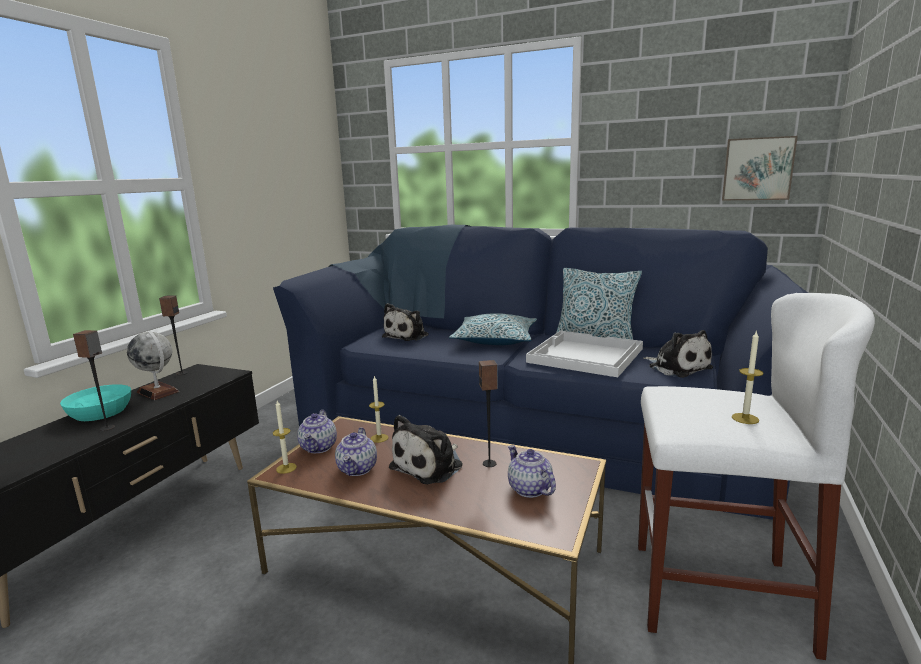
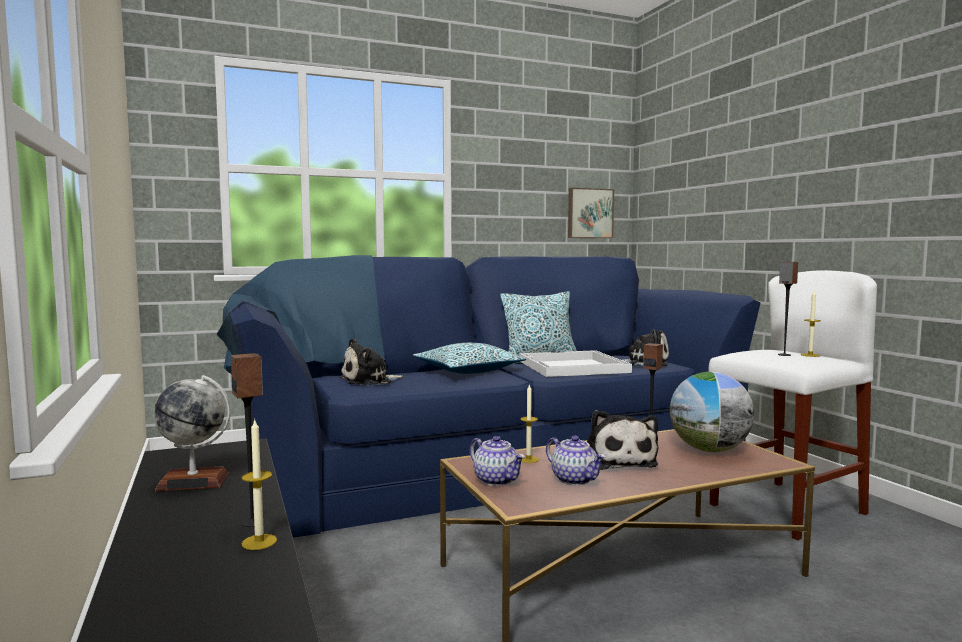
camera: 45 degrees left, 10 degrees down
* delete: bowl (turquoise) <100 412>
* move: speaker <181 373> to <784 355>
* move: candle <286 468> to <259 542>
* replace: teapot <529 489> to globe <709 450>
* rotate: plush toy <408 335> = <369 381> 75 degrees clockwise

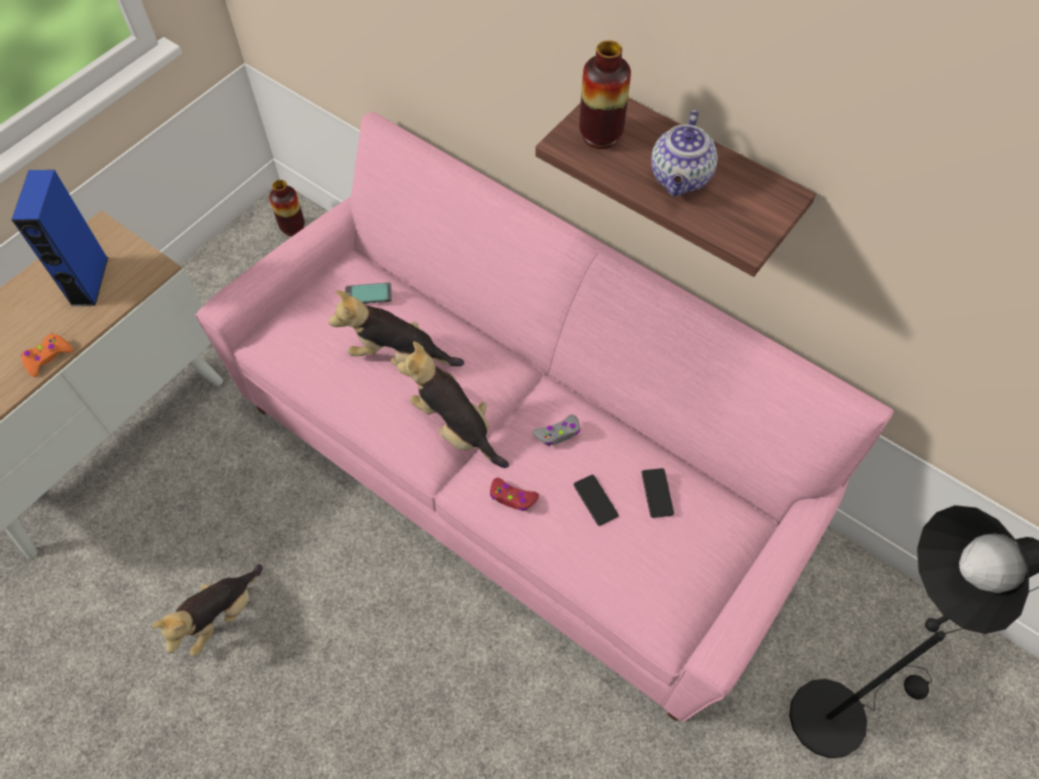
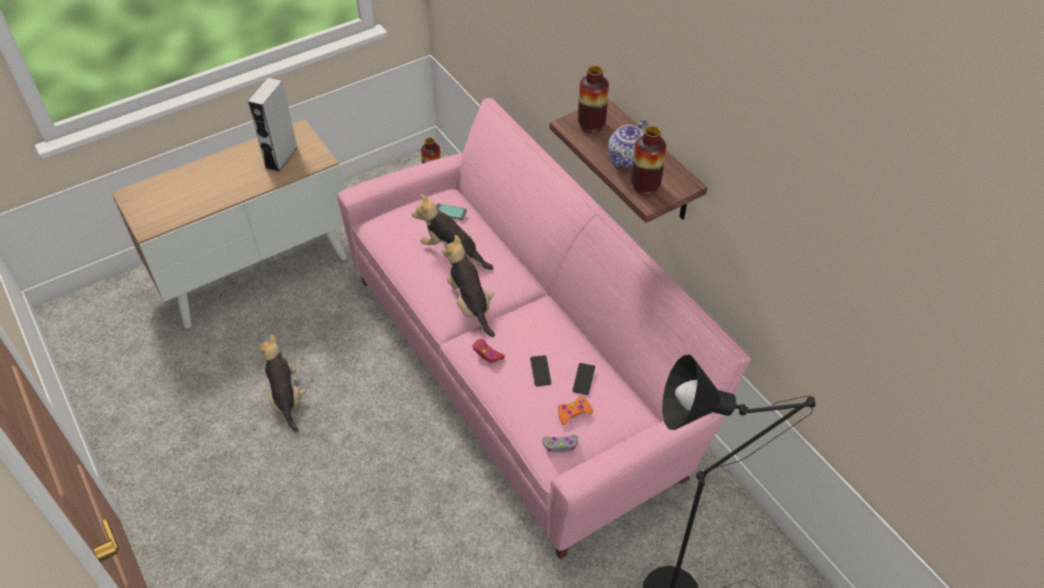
camera: 20 degrees right, 10 degrees down
* insert: vase <645 186>
* move: game controller (orange) <47 357> to <573 413>
* move: game controller (grey) <558 433> to <560 445>
* recolor: speaker (blue) <89 281> to speaker (grey) <281 157>
* rotate: plush toy <220 616> = <286 398> 105 degrees clockwise

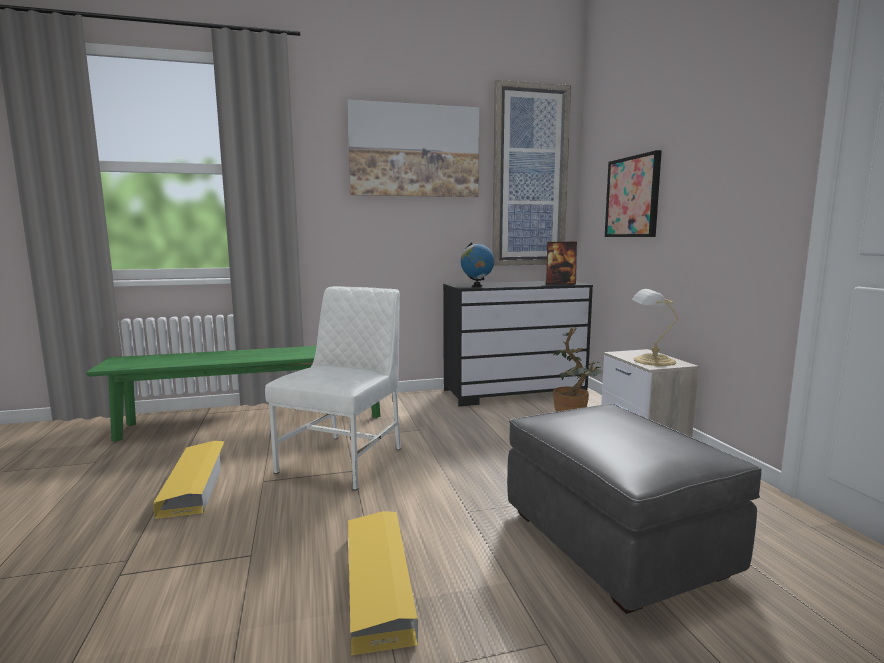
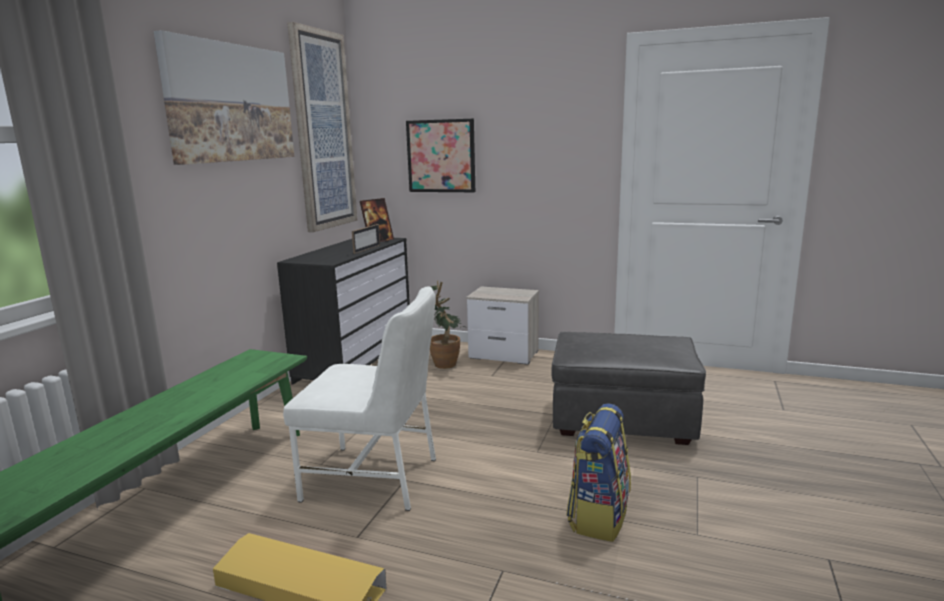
camera: 55 degrees left, 5 degrees up
* delete: globe <477 286>
* delete: table lamp <652 361>
* insert: picture frame <367 249>
* replace: storage box (yellow) <378 583> to backpack <598 515>
* rotate: chair (white) <344 459> = <374 478> 135 degrees clockwise

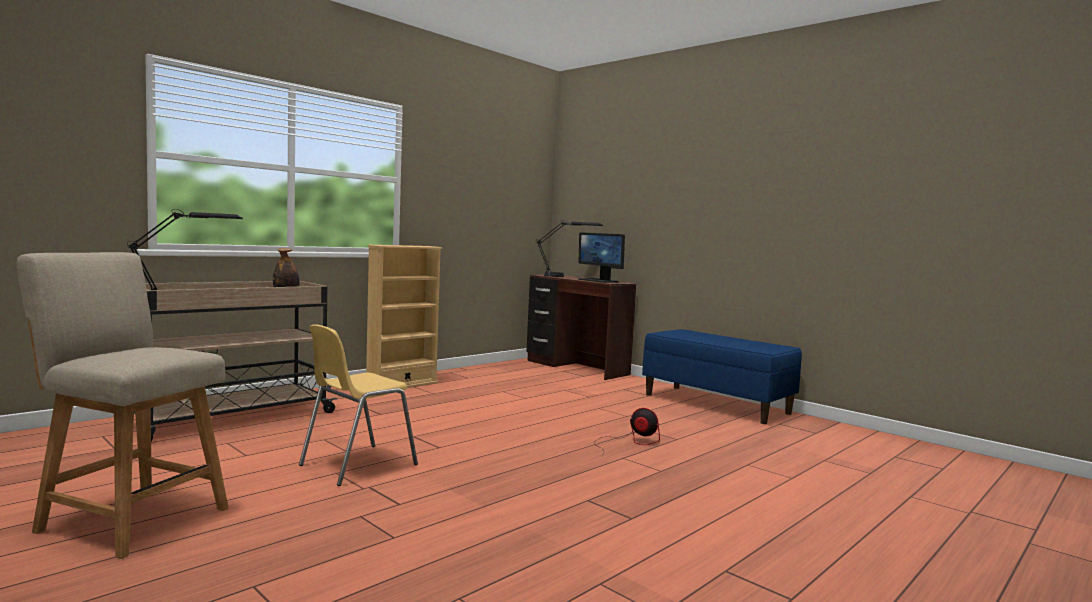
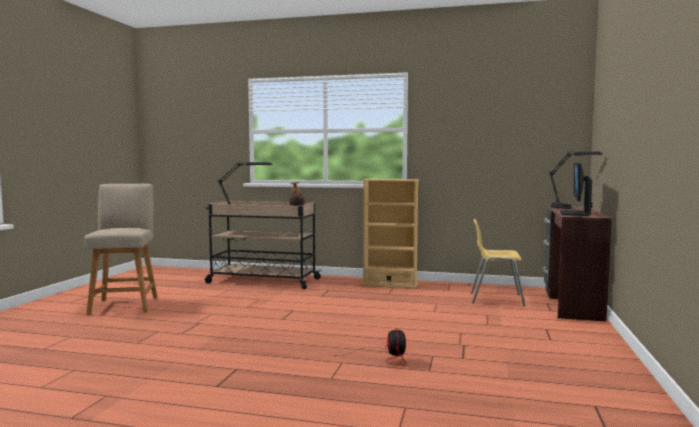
camera: 60 degrees right, 0 degrees up
* delete: bench (blue) <716 404>
* move: chair (yellow) <356 465> to <495 299>

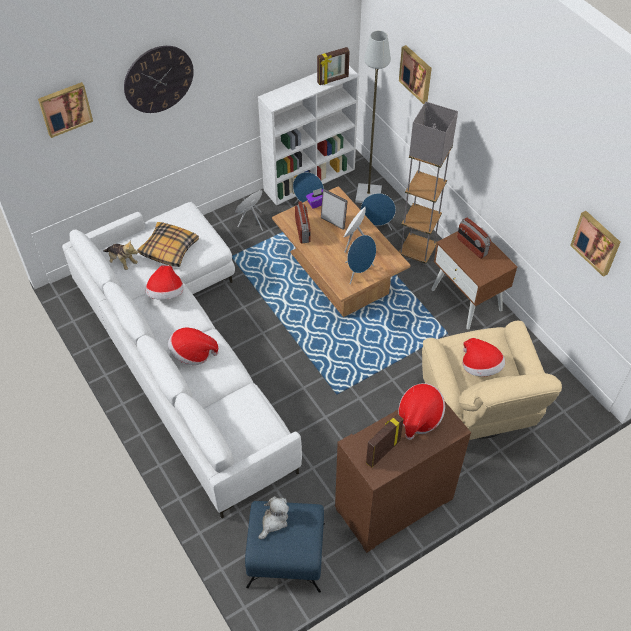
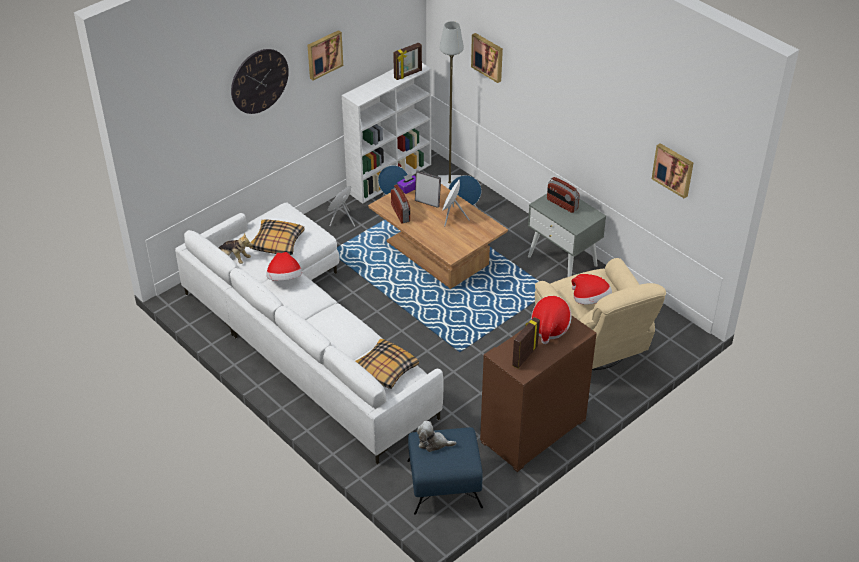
camera: 10 degrees left, 10 degrees down
* delete: hat <192 353>
* delete: speaker (blue) <359 272>
* delete: floor lamp (grey) <417 251>
* insert: pillow <385 369>
* move: picture <65 108> to <324 54>
* recolor: nightstand (brown) <467 300> to nightstand (grey) <563 261>
* rotate: plush toy <274 521> = <433 443> 105 degrees counterclockwise

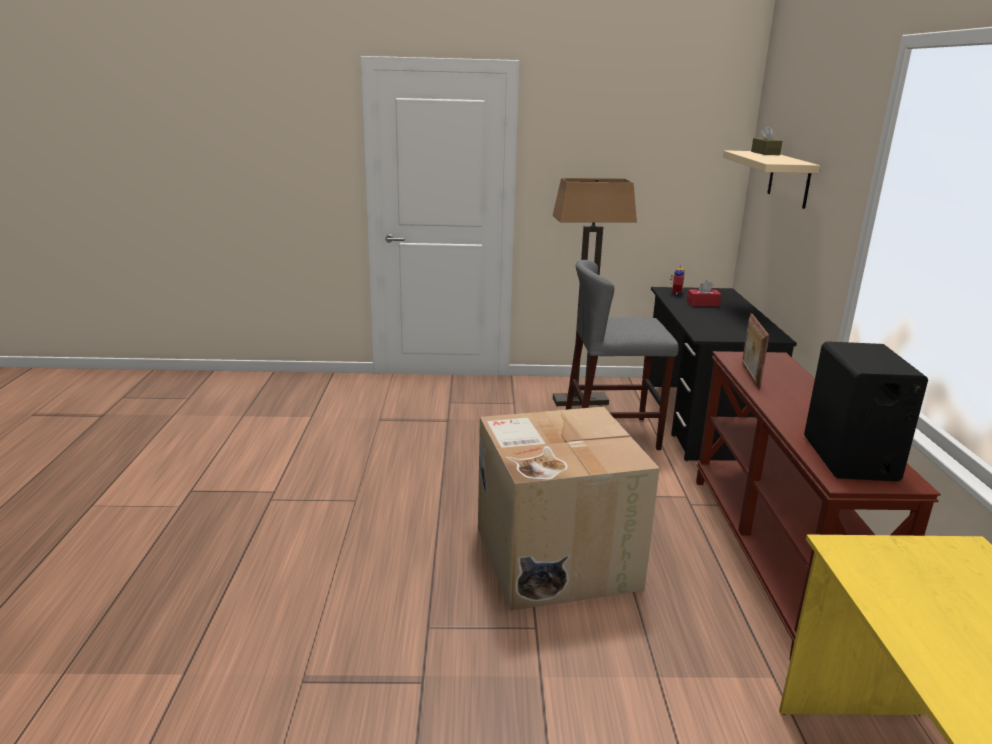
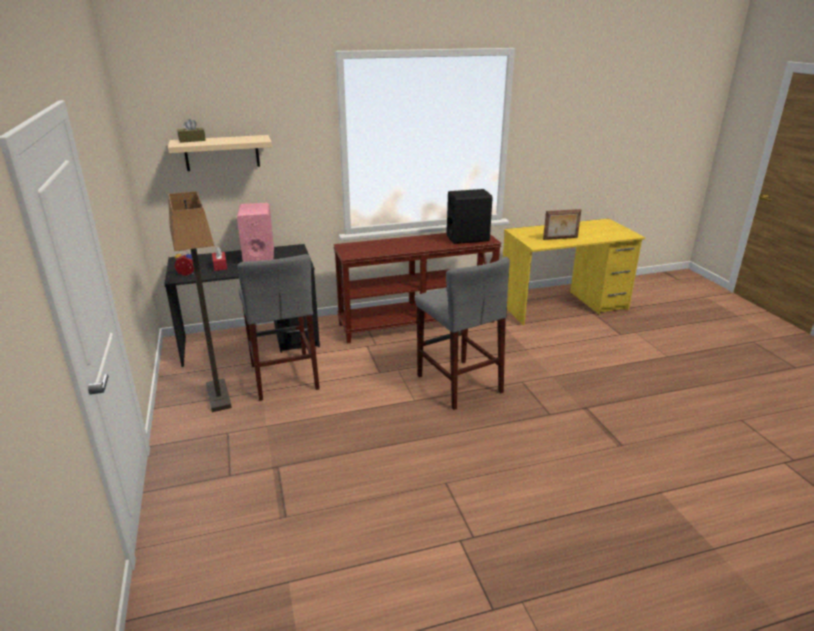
camera: 105 degrees left, 5 degrees up
* insert: speaker (pink) <259 256>
* move: picture frame <749 376> to <560 238>
* replace: cardboard box <553 557> to stool (grey) <459 383>

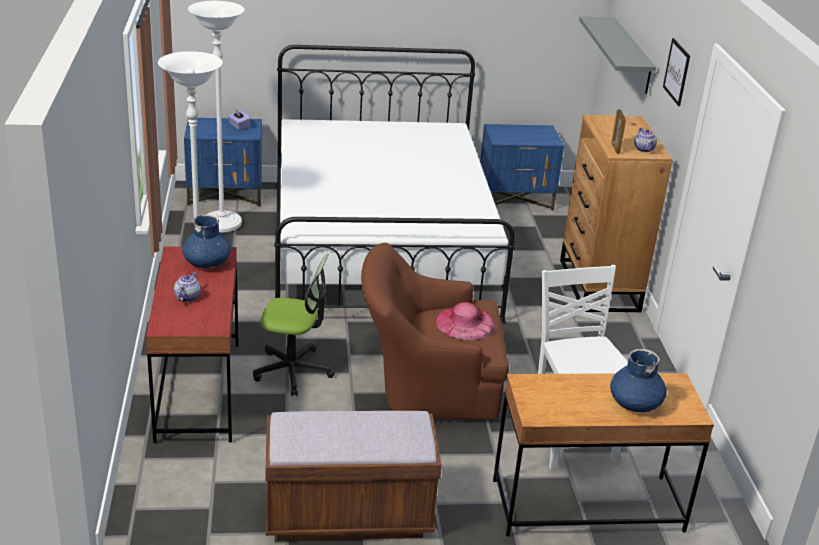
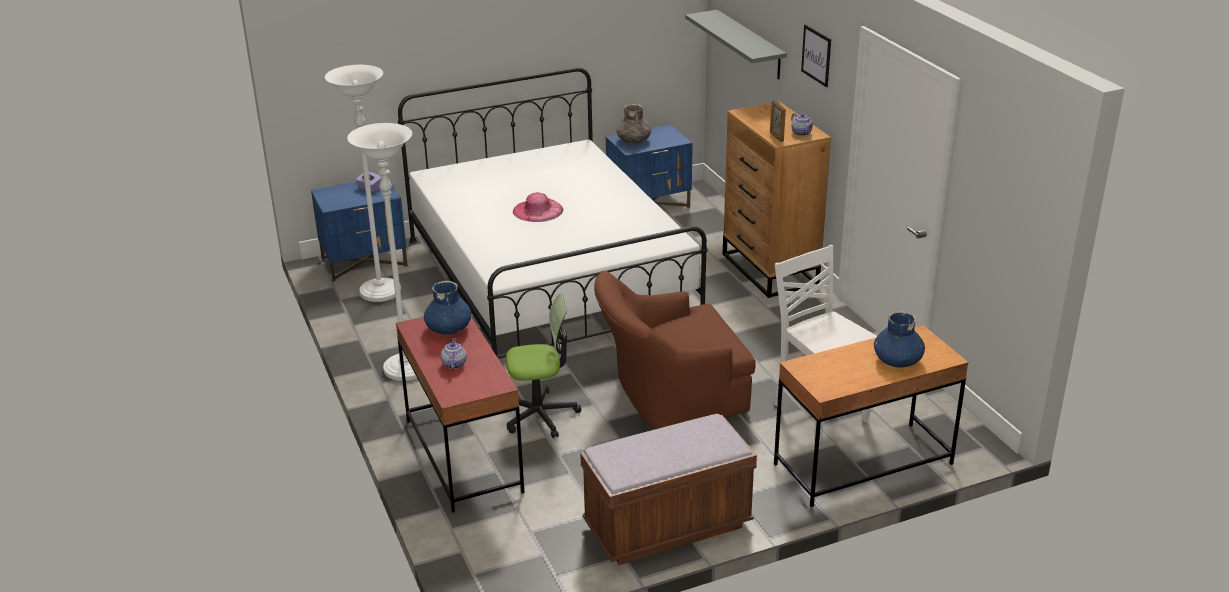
camera: 15 degrees left, 0 degrees up
* insert: vase (grey) <634 140>
* move: hat (pink) <465 323> to <538 210>

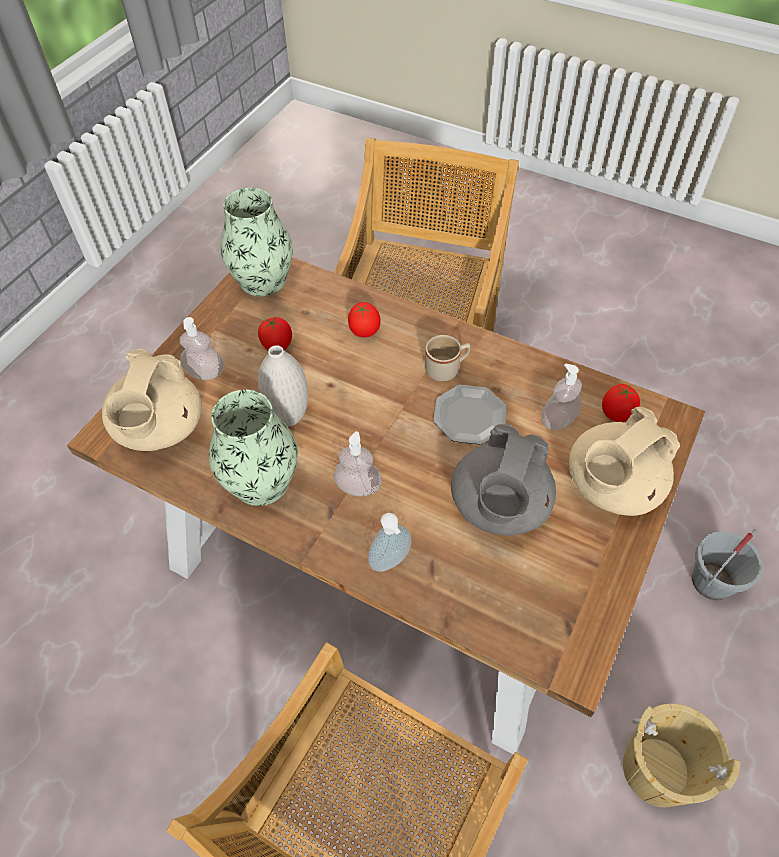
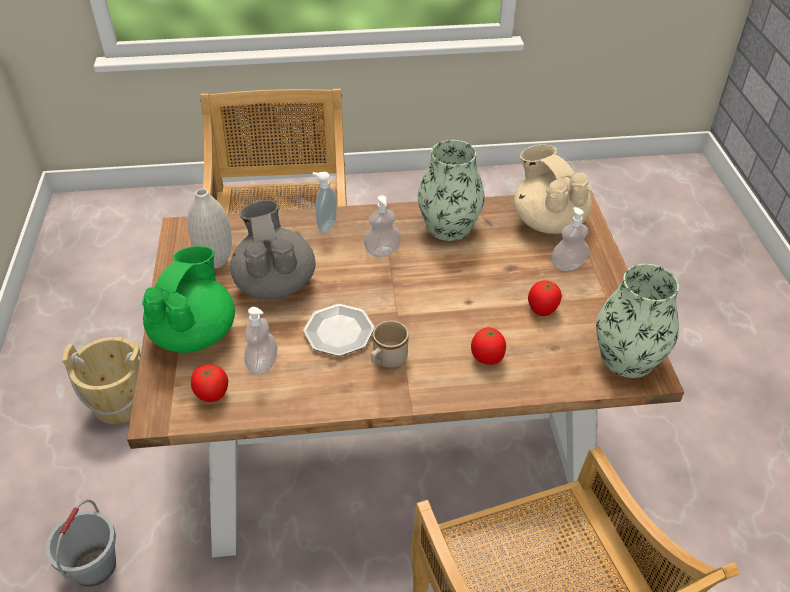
camera: 145 degrees right, 10 degrees down
* move: vase (white) <289 417> to <216 262>
* recolor: teapot (beige) <611 487> to teapot (green) <195 333>

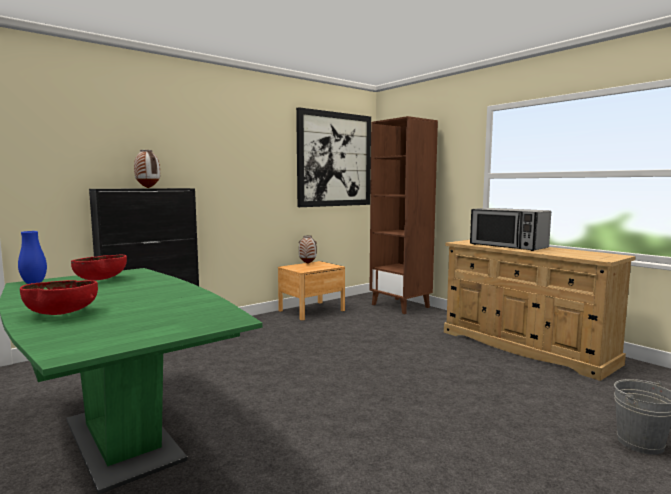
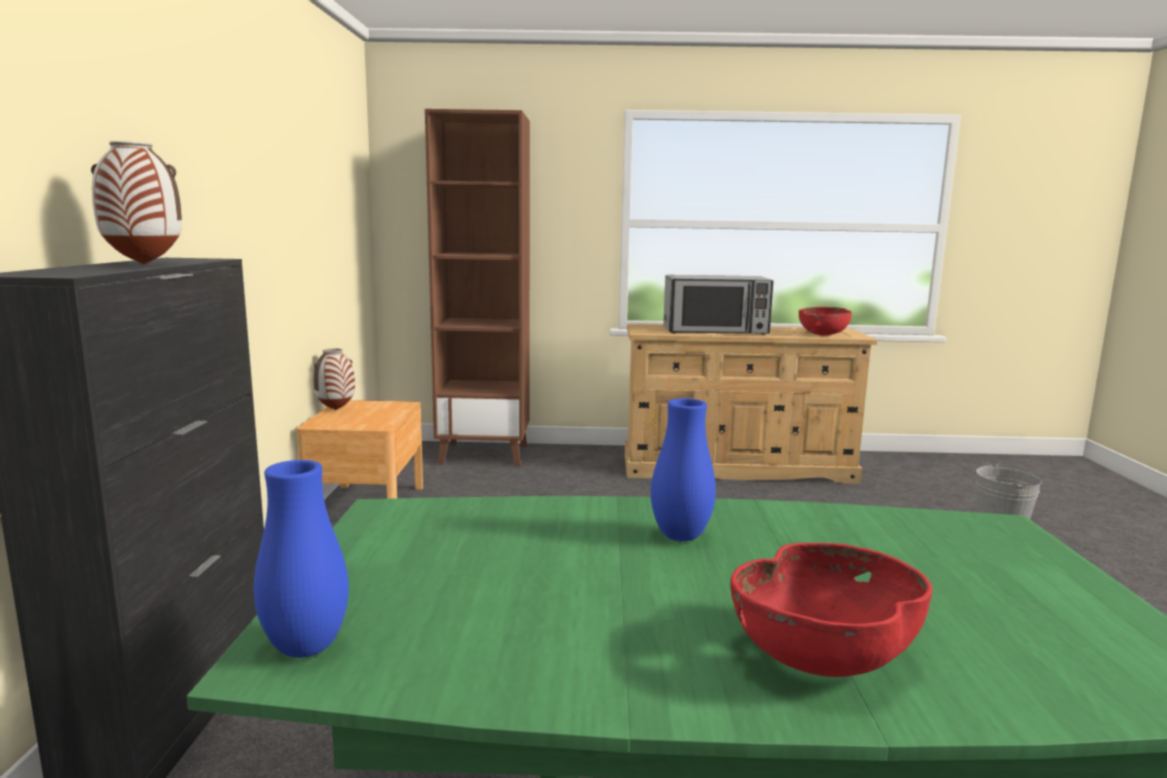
camera: 50 degrees left, 5 degrees up
* delete: picture <334 159>
* insert: vase (blue) <680 536>
* move: bowl (red) <101 279> to <823 334>

